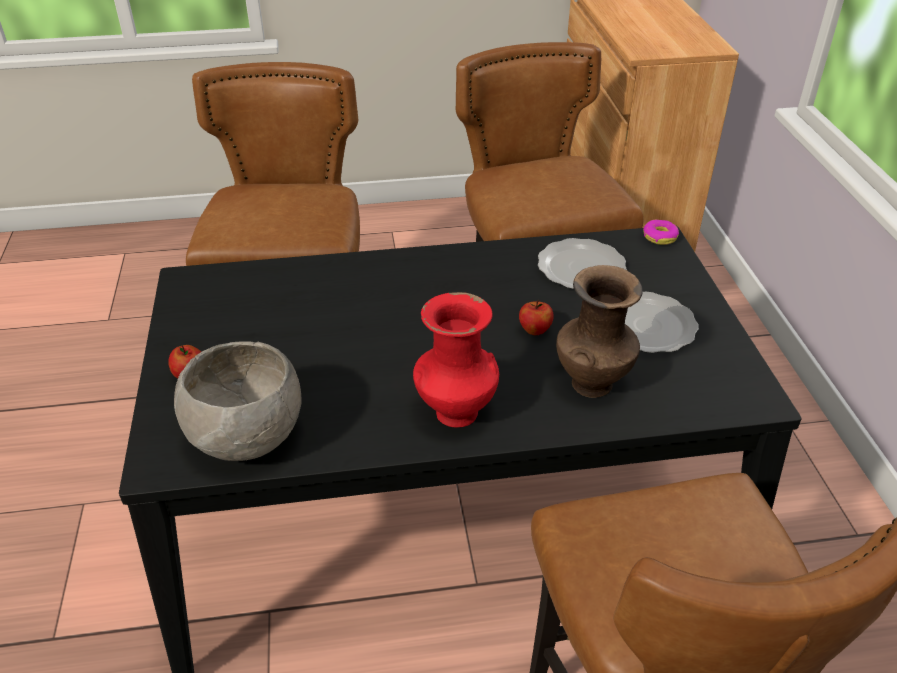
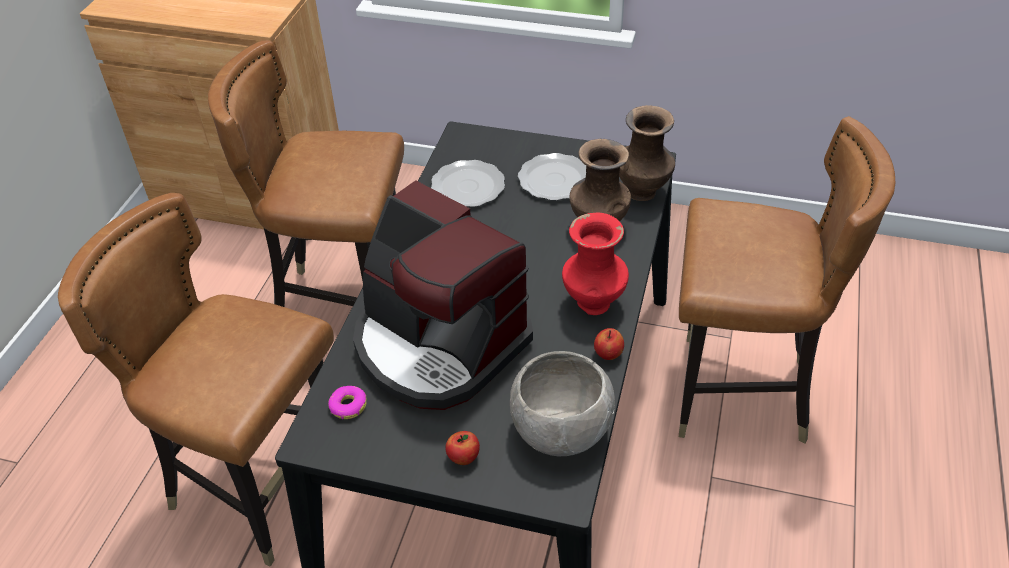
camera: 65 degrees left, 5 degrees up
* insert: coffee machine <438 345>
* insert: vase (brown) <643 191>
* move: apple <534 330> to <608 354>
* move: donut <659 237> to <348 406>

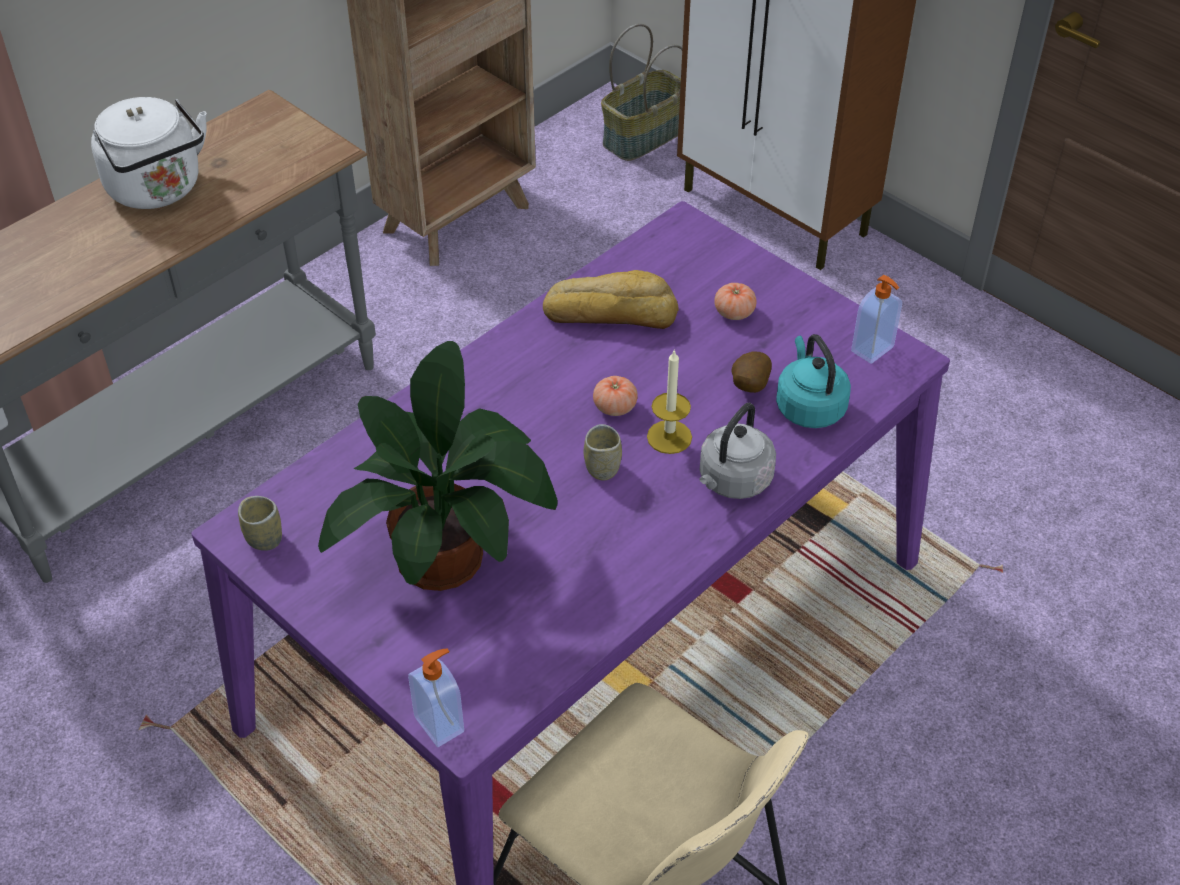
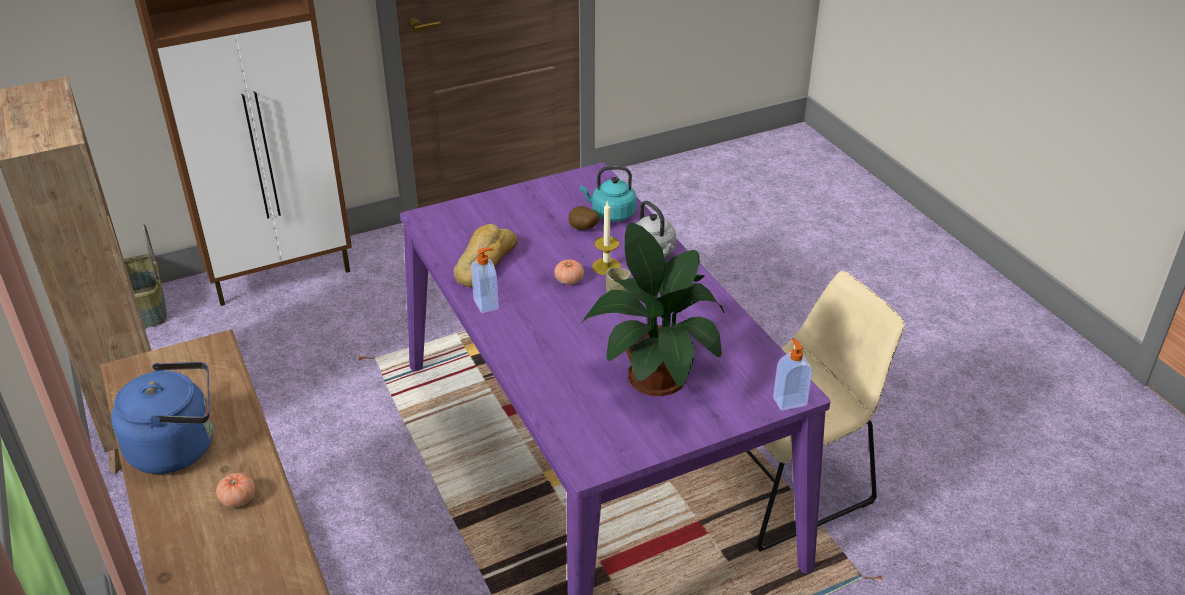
camera: 70 degrees left, 10 degrees down
* delete: cup <264 539>
* move: tomato <734 312> to <238 499>
* move: soap dispenser <873 350> to <487 304>
* recolor: kettle (white) <158 190> to kettle (blue) <178 447>

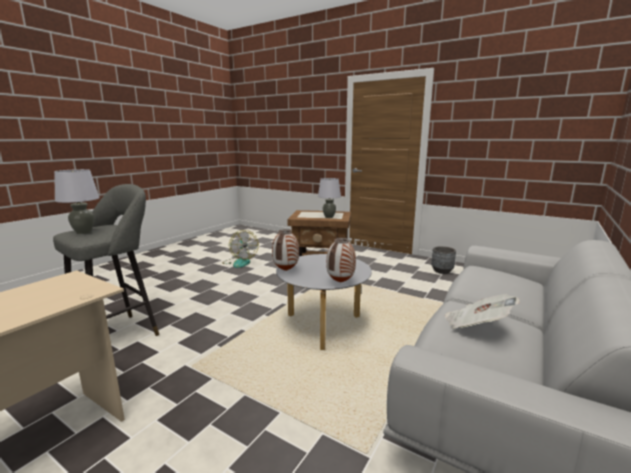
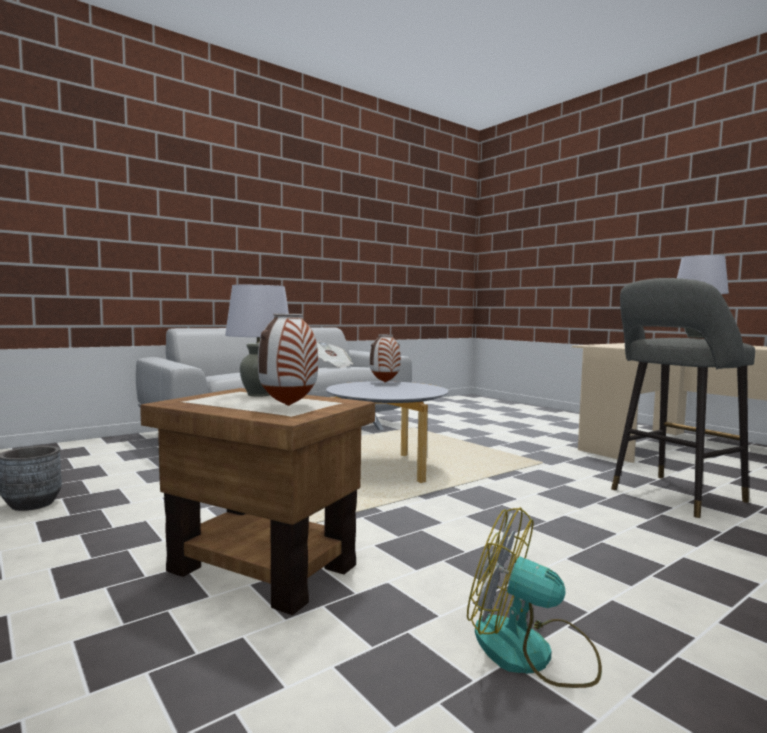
camera: 160 degrees left, 10 degrees down
* move: vase <285 270> to <288 406>
* rotate: fan <240 262> = <531 652> 60 degrees counterclockwise

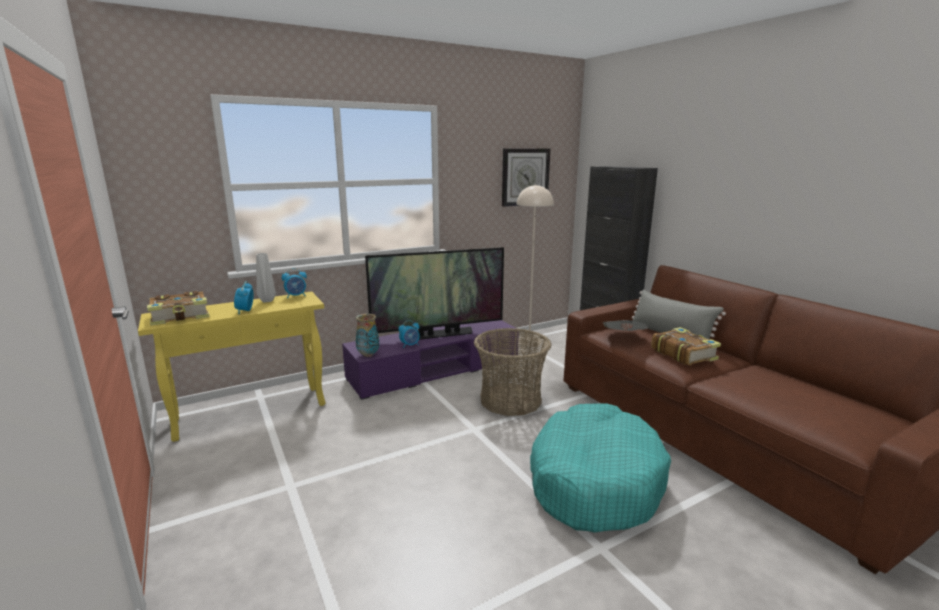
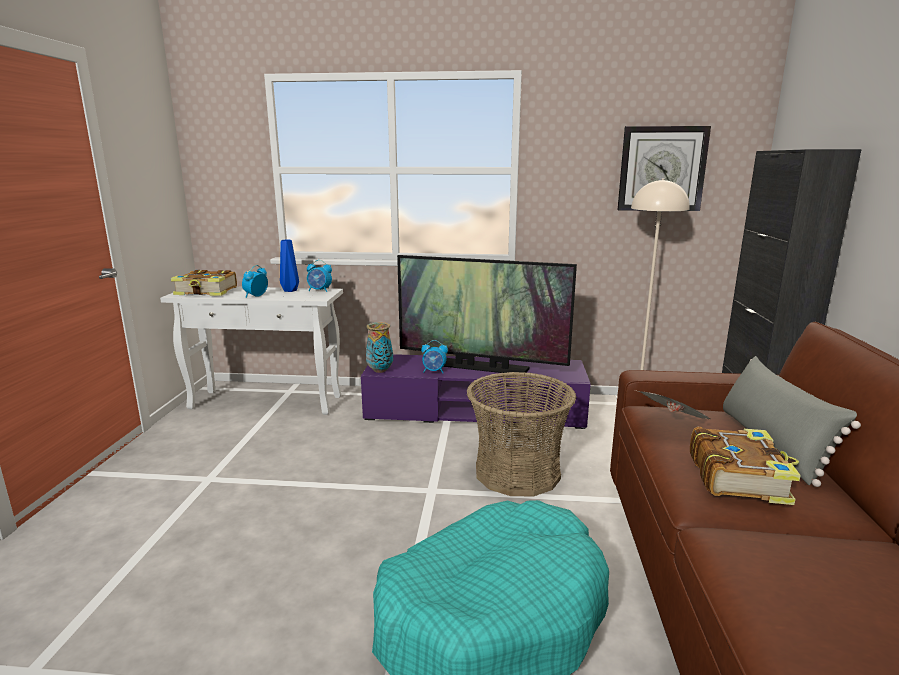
camera: 35 degrees right, 0 degrees up
* recolor: console table (yellow) <252 412> to console table (white) <267 402>
* recolor: vase (grey) <268 301> to vase (blue) <291 290>

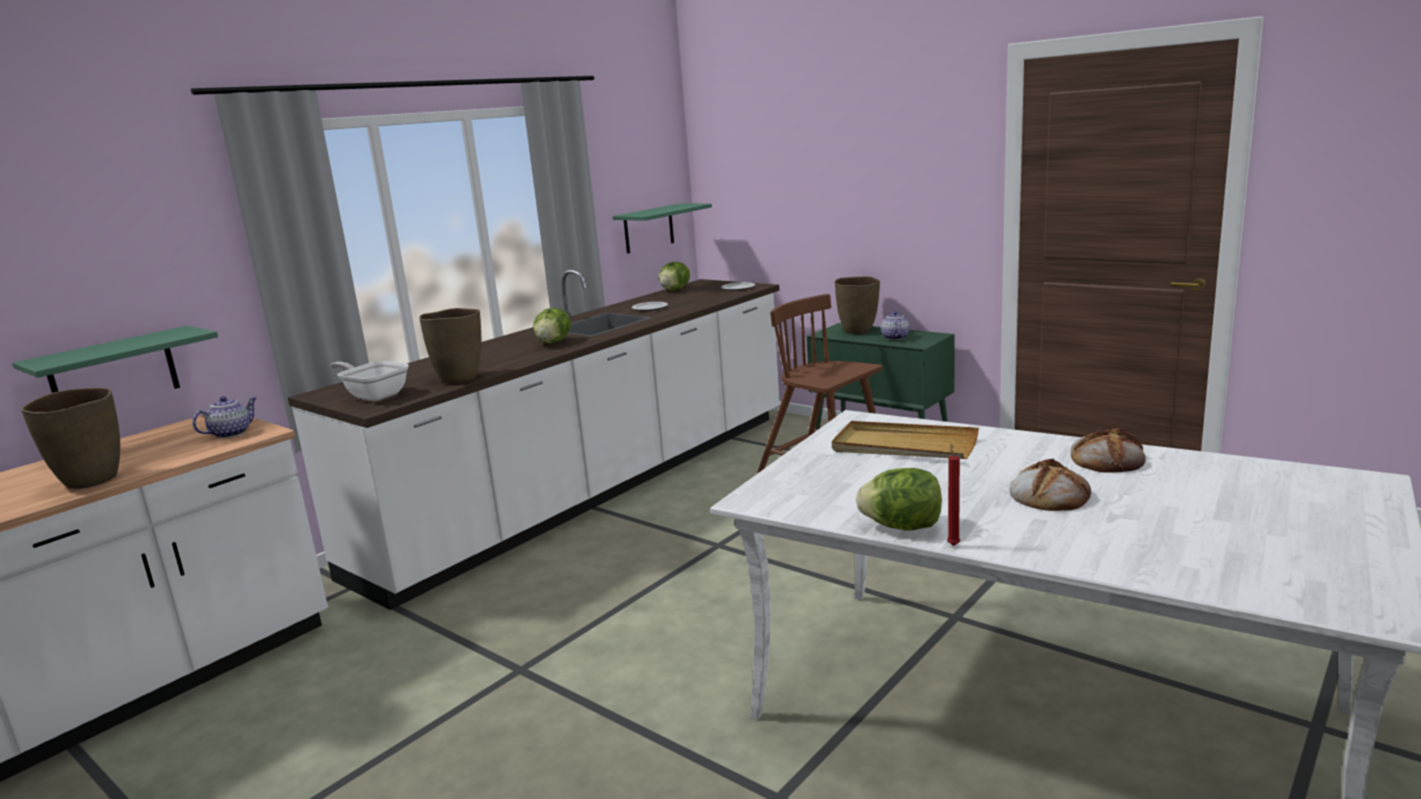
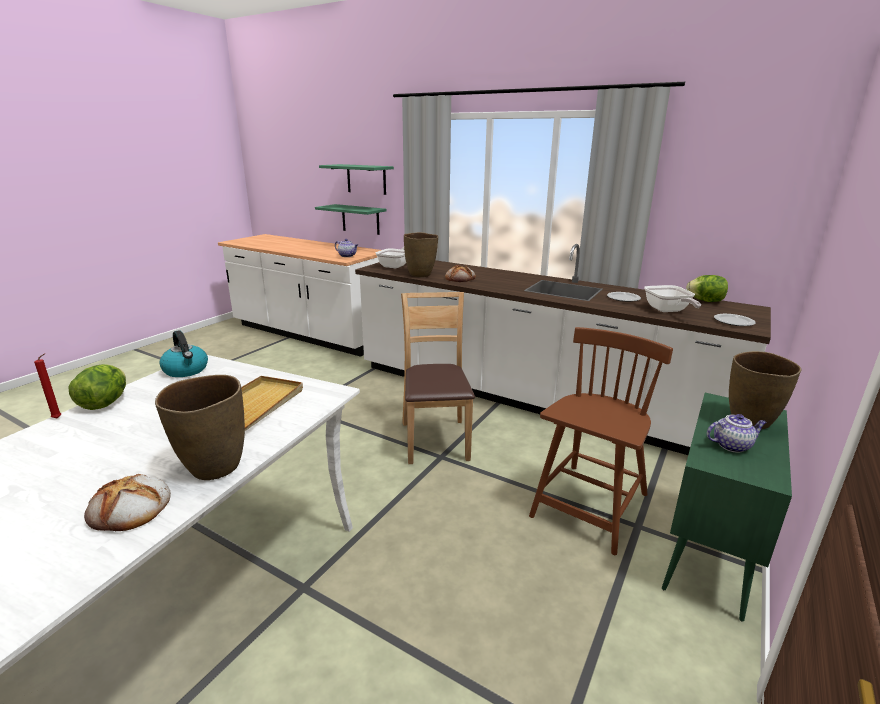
camera: 80 degrees right, 5 degrees up
* delete: lettuce <553 343>
* insert: kettle <186 370>
* insert: chair (brown) <435 440>
* insert: frying pan <668 311>
* move: vase (brown) <92 480> to <214 468>
* move: shelf (green) <648 228> to <366 179>
* move: bread <1049 495> to <460 278>

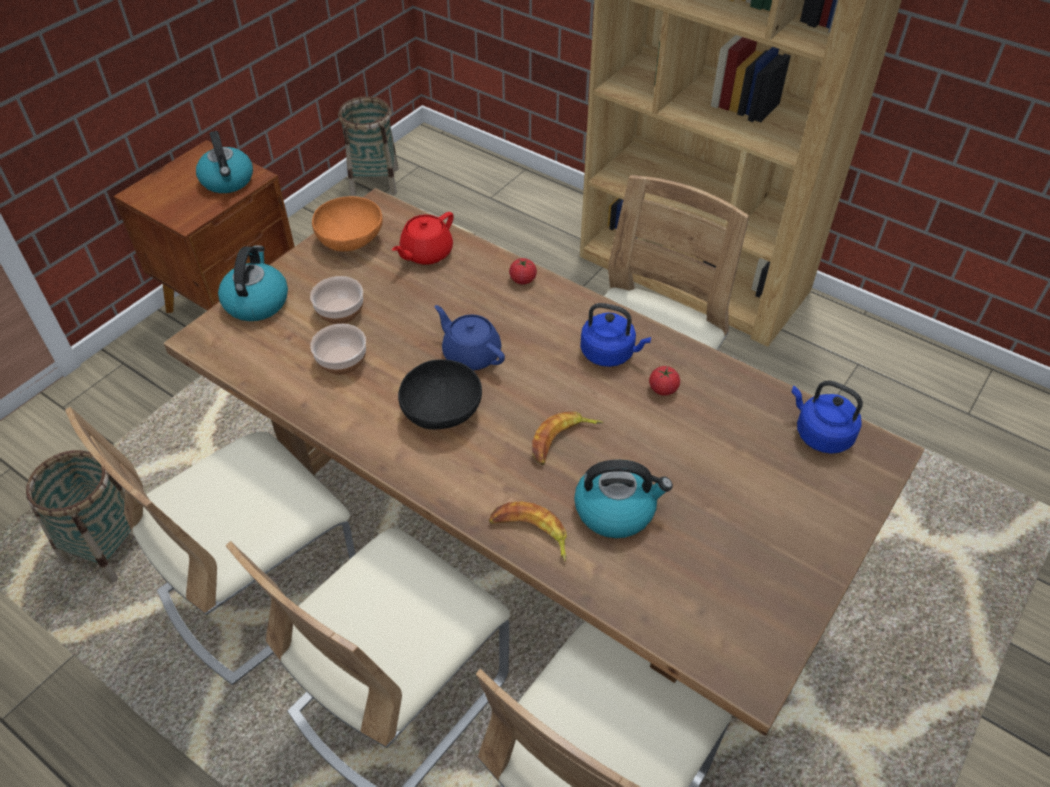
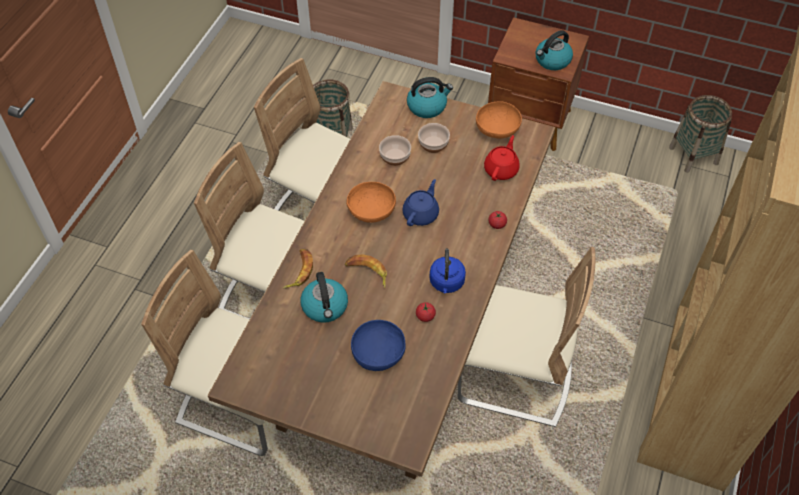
camera: 75 degrees right, 5 degrees up
* delete: kettle (blue) <820 434>
* insert: bowl (blue) <378 353>
* recolor: bowl (black) <442 413> to bowl (orange) <371 212>
* rotate: teapot (red) <426 253> = <501 169> 90 degrees clockwise

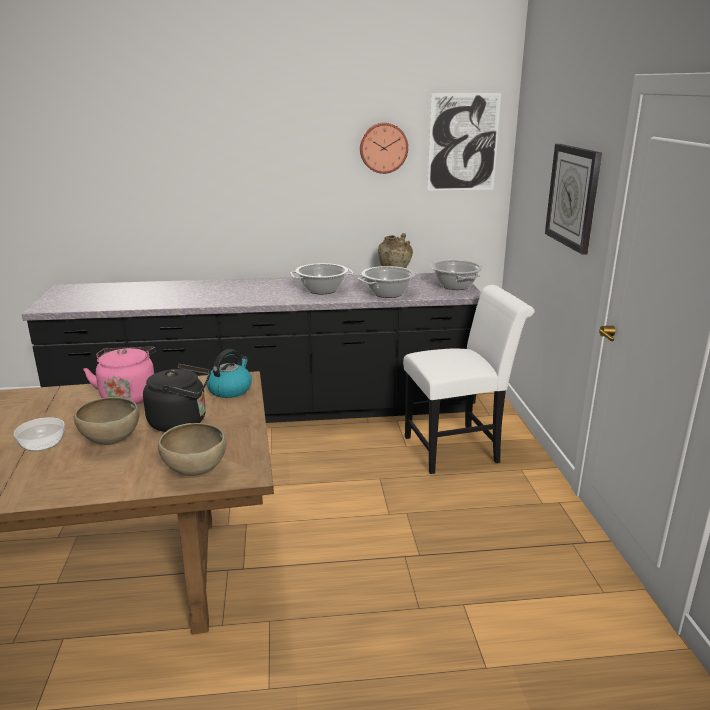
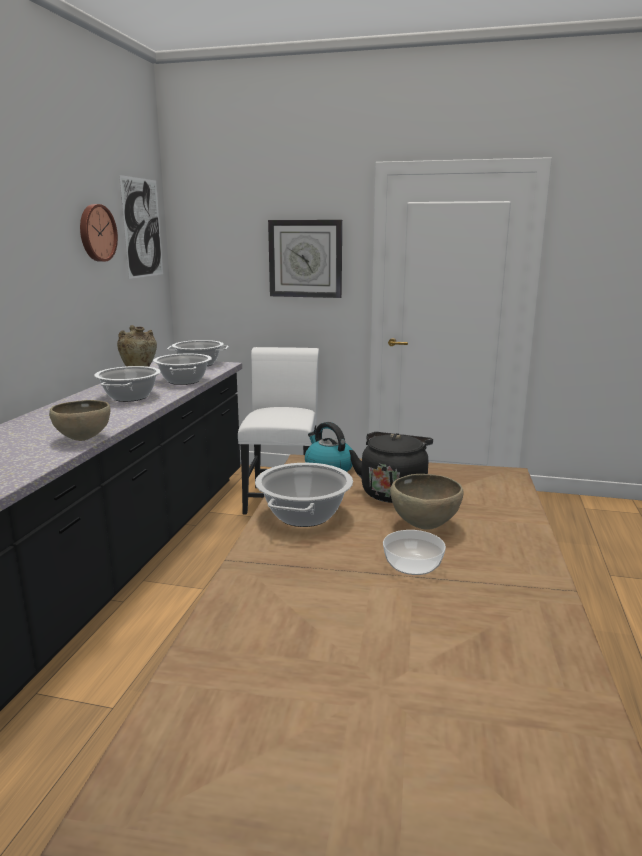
camera: 70 degrees left, 5 degrees down
* move: bowl (brown) <195 472> to <84 439>
* replace: kettle (pink) <129 396> to cooking pot <304 515>

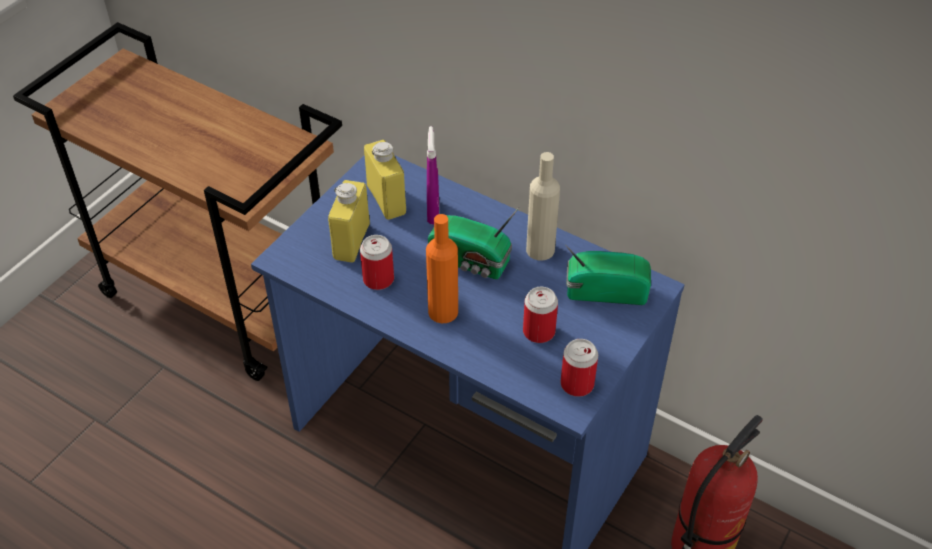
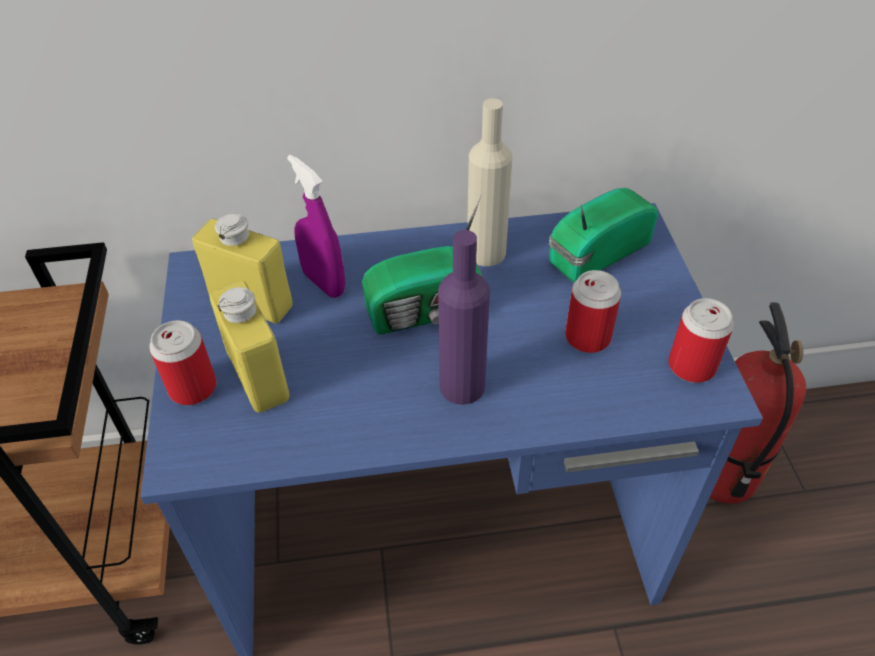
camera: 40 degrees left, 0 degrees up
* move: can <378 279> to <193 388>
* recolor: bottle (orange) <443 311> to bottle (purple) <462 386>

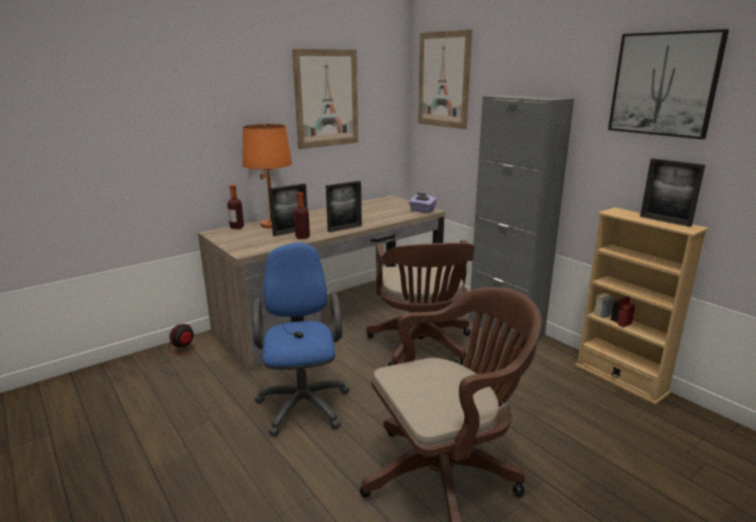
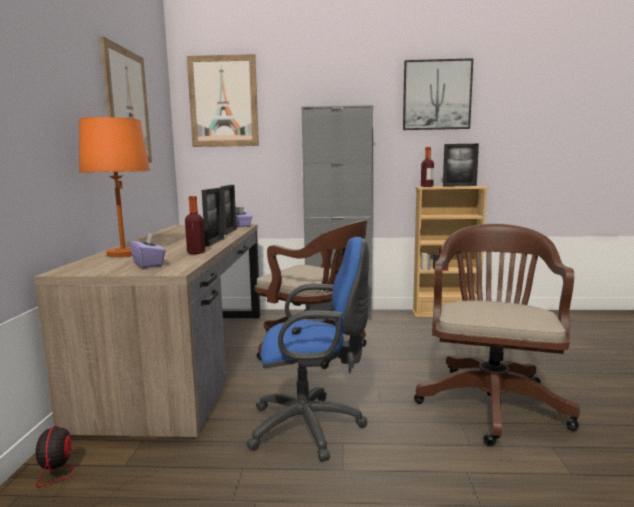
camera: 50 degrees left, 10 degrees down
* insert: tissue box (purple) <149 264>
* move: bottle <237 227> to <427 186>
* move: picture frame <291 232> to <229 232>
* rotate: office chair (blue) <303 402> = <312 427> 150 degrees clockwise

